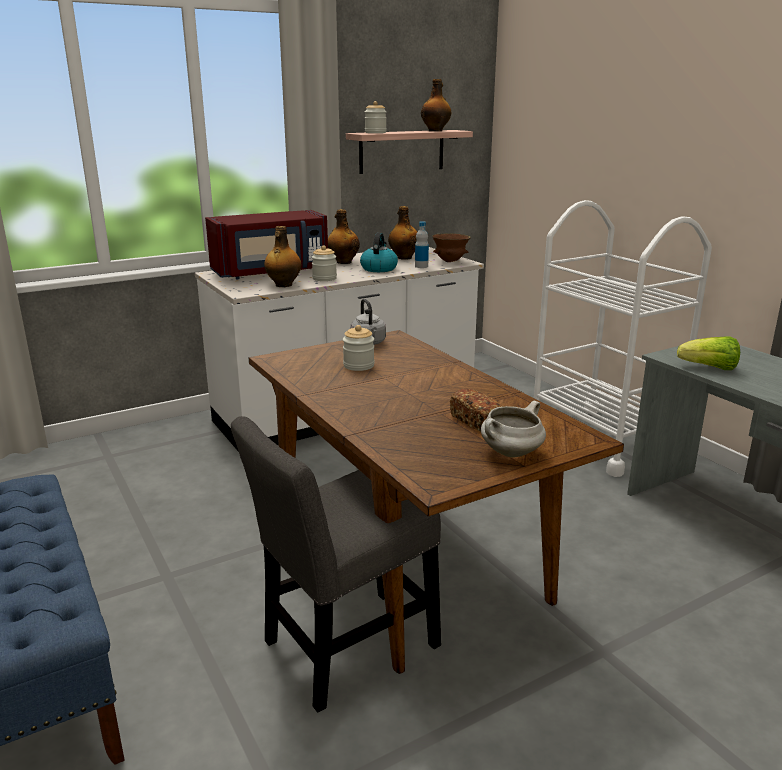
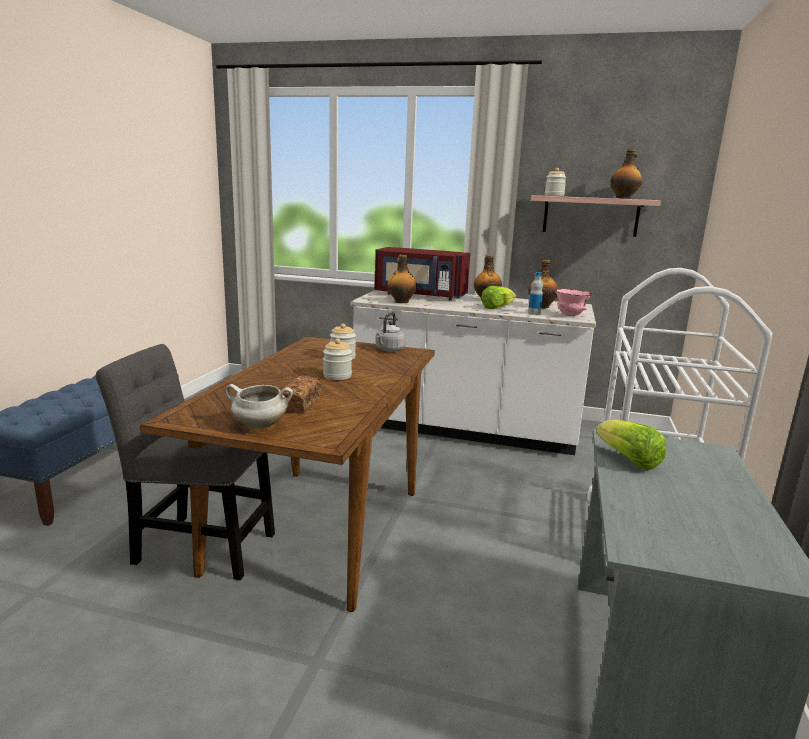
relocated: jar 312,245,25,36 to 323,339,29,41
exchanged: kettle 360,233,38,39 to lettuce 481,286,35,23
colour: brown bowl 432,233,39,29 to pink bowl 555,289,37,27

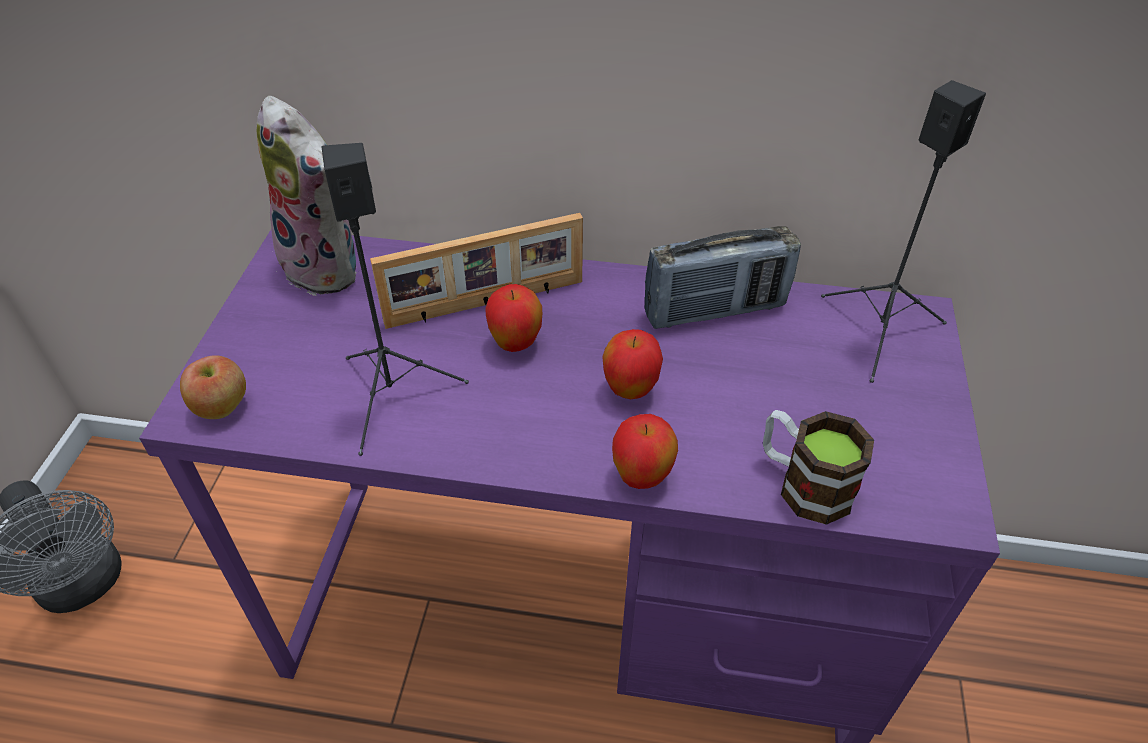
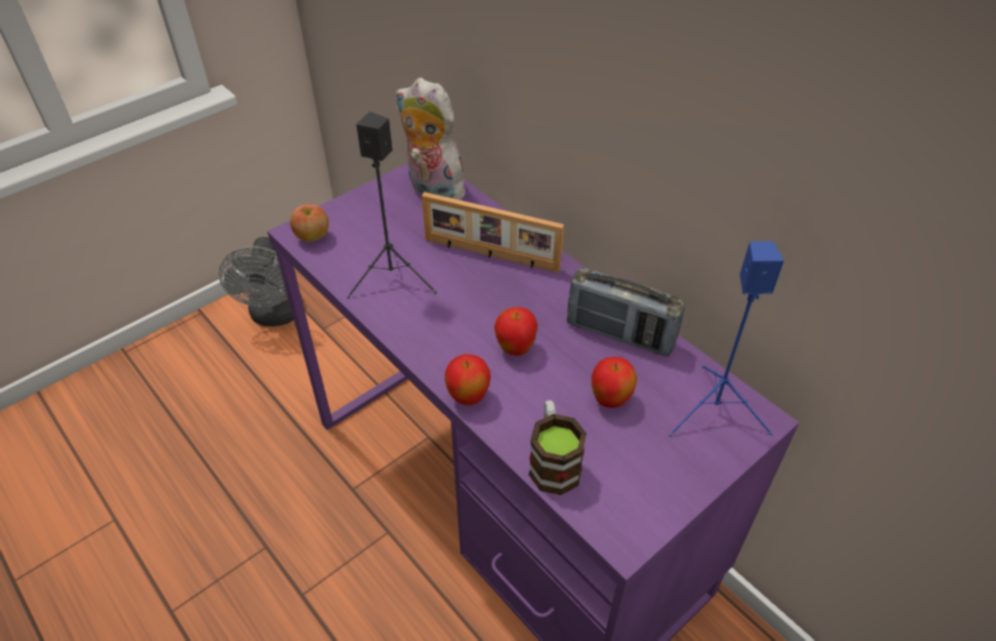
relocated: apple 486,284,56,68 to 591,357,46,51
colour: black speaker 821,80,165,303 to blue speaker 669,241,115,196
spun: plush toy 257,96,102,200 = 396,78,74,122 135 degrees clockwise

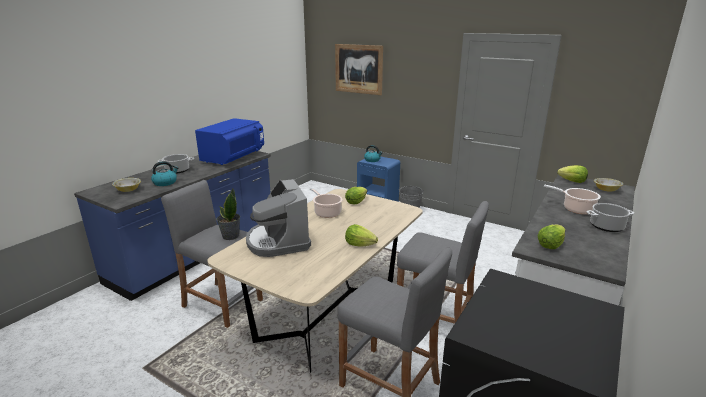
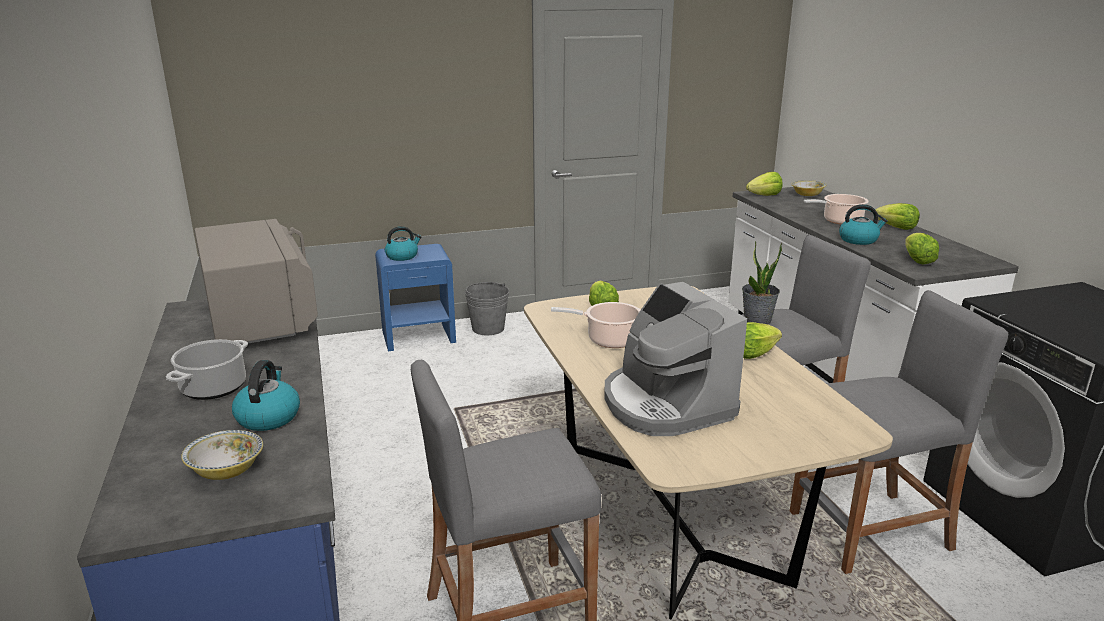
missing: picture 335,44,48,51
appeared: kettle 839,204,49,41
relocated: potted plant 216,189,24,51 to 742,241,40,83
exchanged: cooking pot 587,203,47,29 to lettuce 875,203,45,27
colour: blue microwave 195,118,69,47 to grey microwave 194,219,124,126
spun: coffee machine 246,179,65,78 = 604,282,143,154 45 degrees clockwise

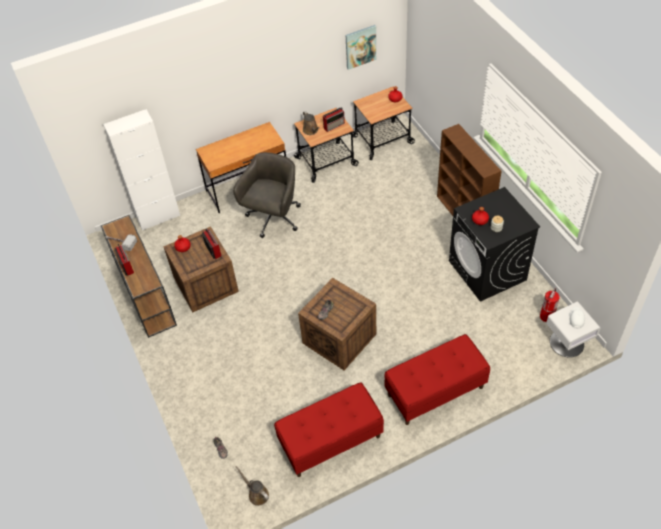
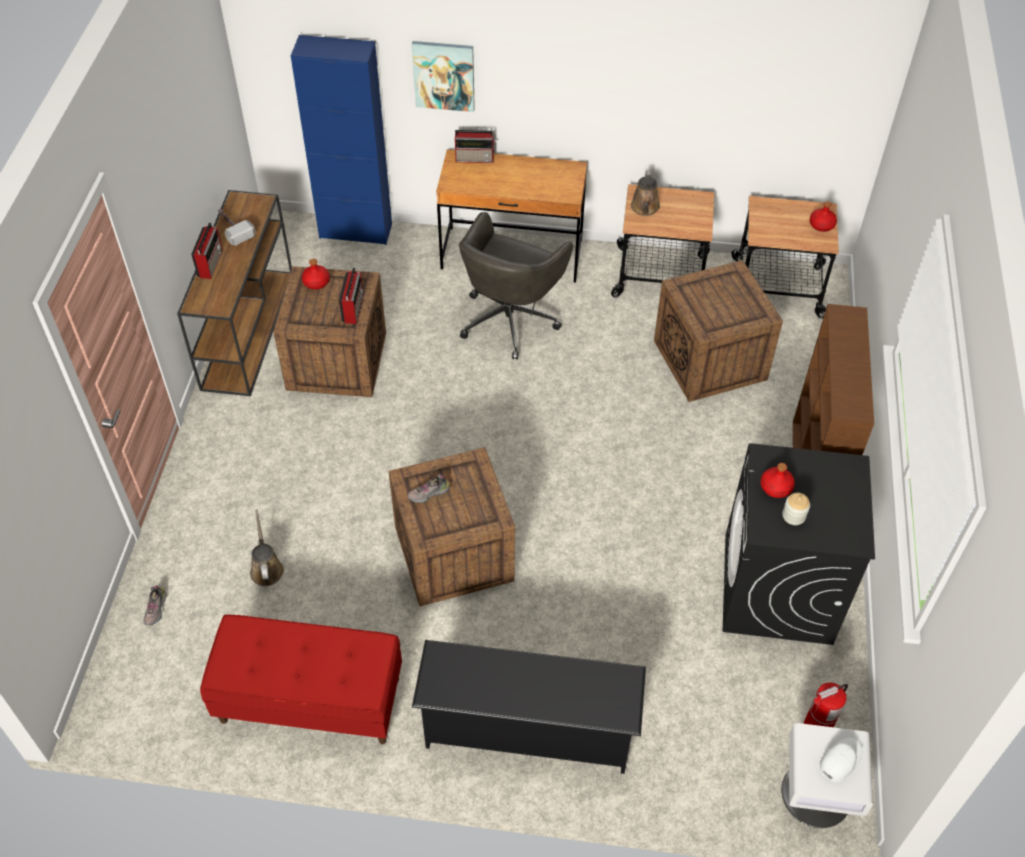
appeared: crate 654,260,129,142
relocated: brown watering can 236,466,33,40 to 250,509,34,77; picture 346,25,30,45 to 412,41,63,71; radio 323,107,22,25 to 455,130,41,33
exchanged: red bench 384,334,106,91 to black shoe rack 412,640,234,134
colour: white cabinet 103,109,77,122 to blue cabinet 291,35,101,210
spun: grey office chair 233,152,68,86 = 459,212,114,148 150 degrees clockwise

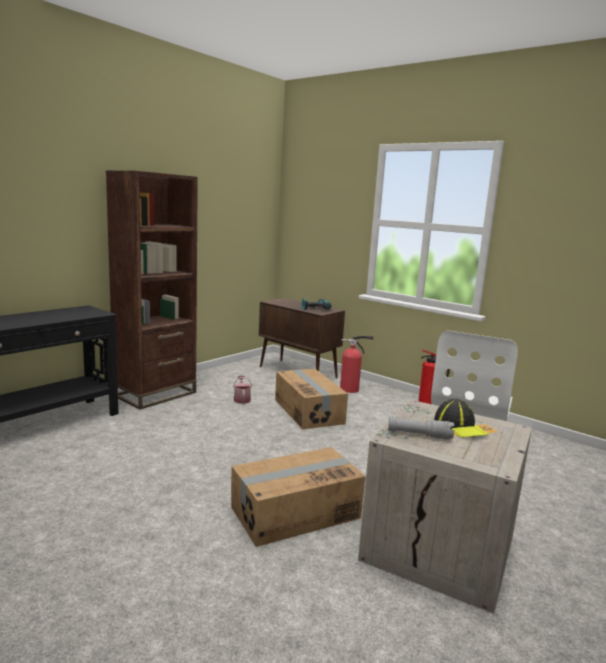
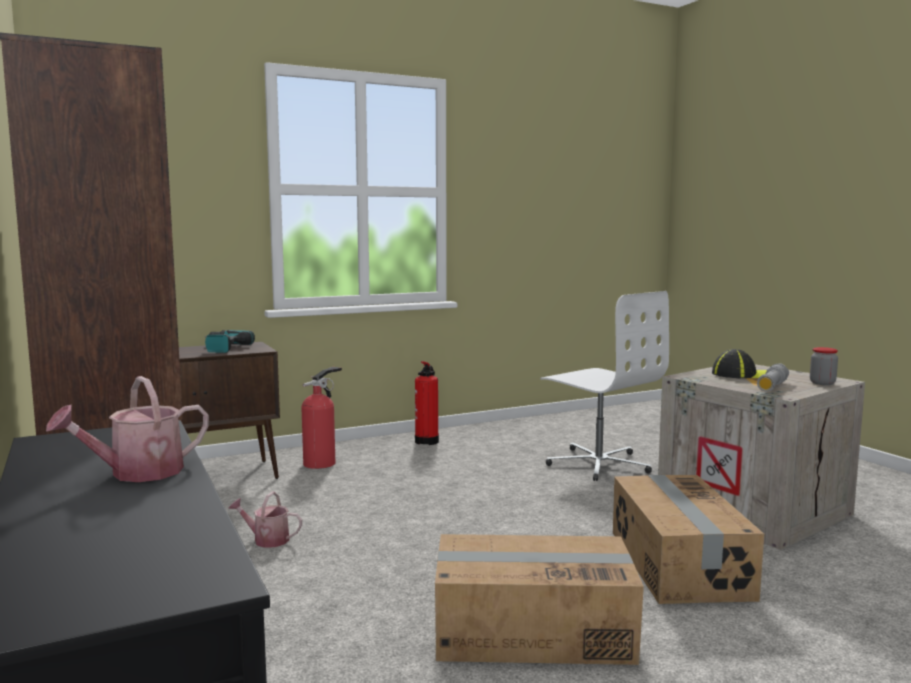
appeared: watering can 46,376,163,106; jar 810,347,28,38
relocated: cardboard box 275,369,73,60 to 435,534,209,131

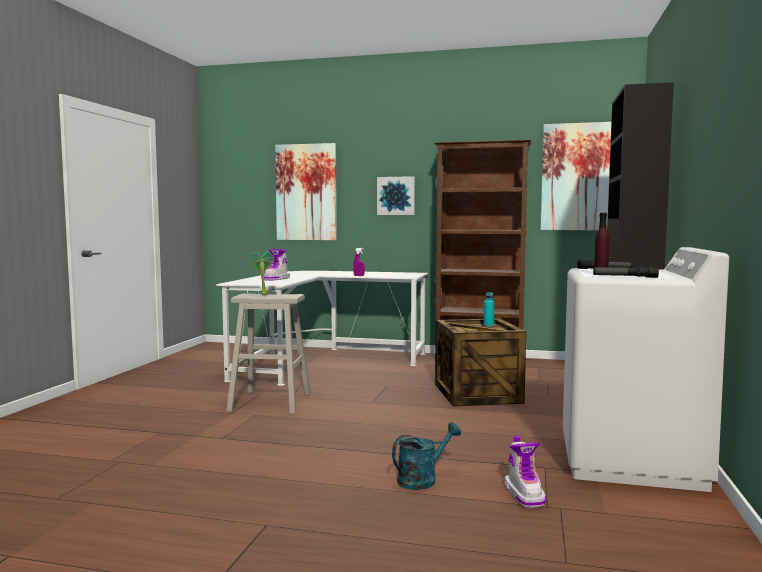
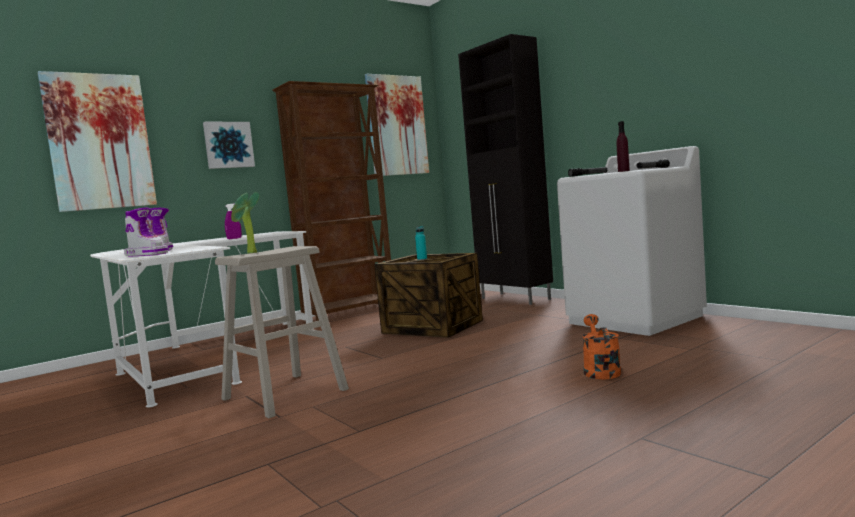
relocated: boot 505,435,41,73 to 124,208,45,48
colour: turquoise watering can 392,422,69,68 to orange watering can 582,314,39,65

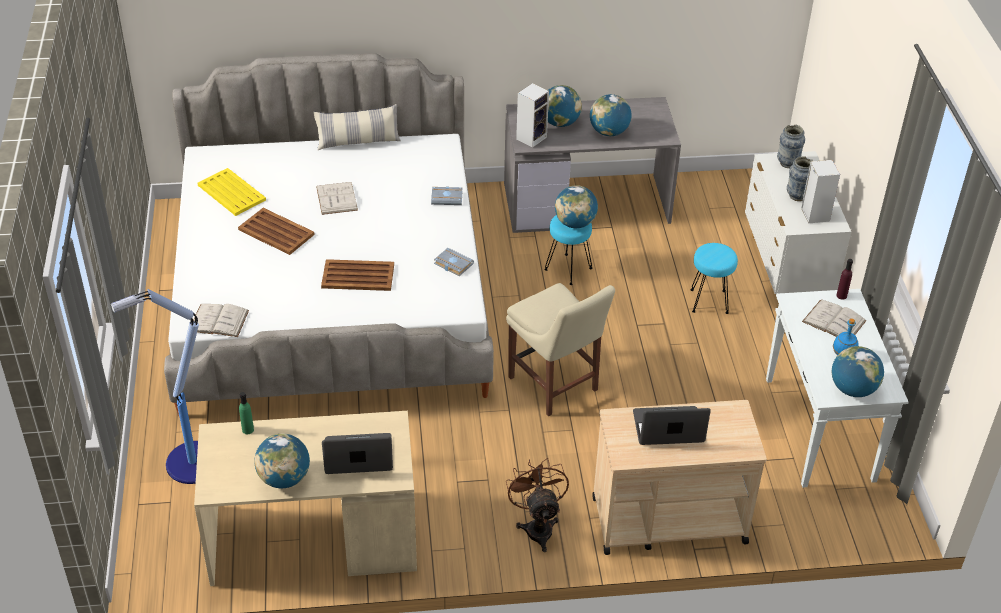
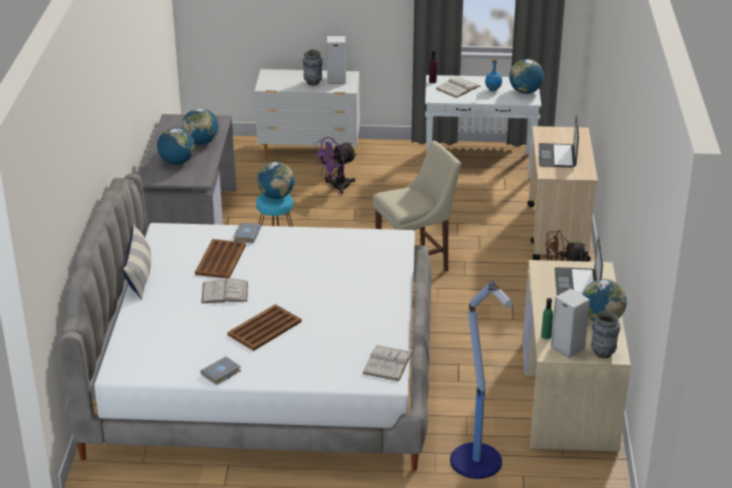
missing: yellow tray 197,168,69,48
relocated: brown tray 321,259,73,32 to 195,239,51,40; grey book 434,248,40,28 to 200,356,41,29; speaker 516,83,33,65 to 551,288,39,70; vase 777,125,28,43 to 591,311,29,47
exchanged: turquoise stool 691,243,47,71 to purple fan 313,137,43,57

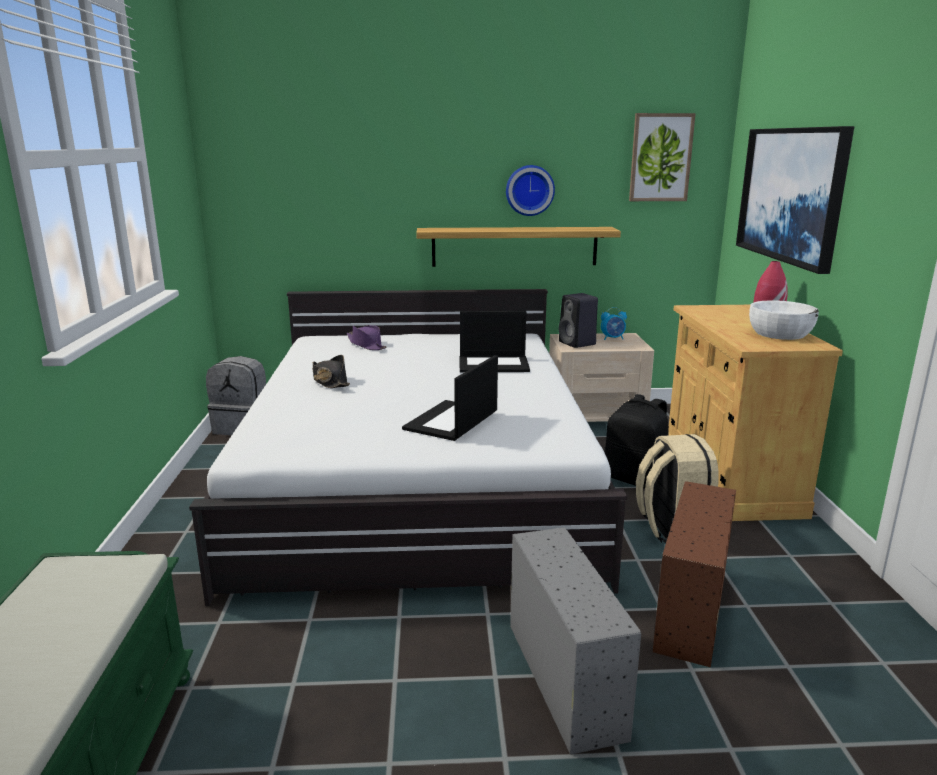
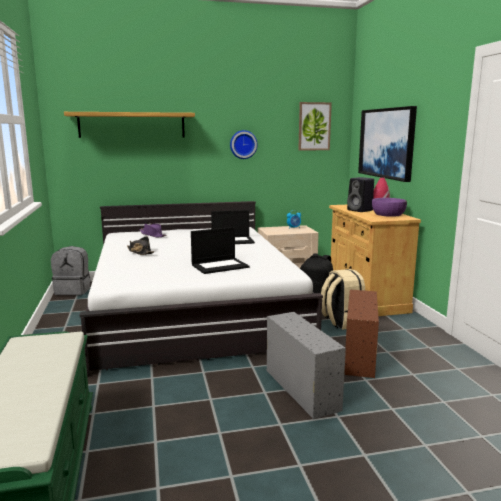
relocated: shelf 416,227,205,40 to 64,112,131,26; black speaker 559,293,39,55 to 347,177,27,35
colour: white bowl 749,300,70,40 to purple bowl 372,198,35,19
spun: laptop 402,355,96,86 = 191,227,59,47 135 degrees counterclockwise

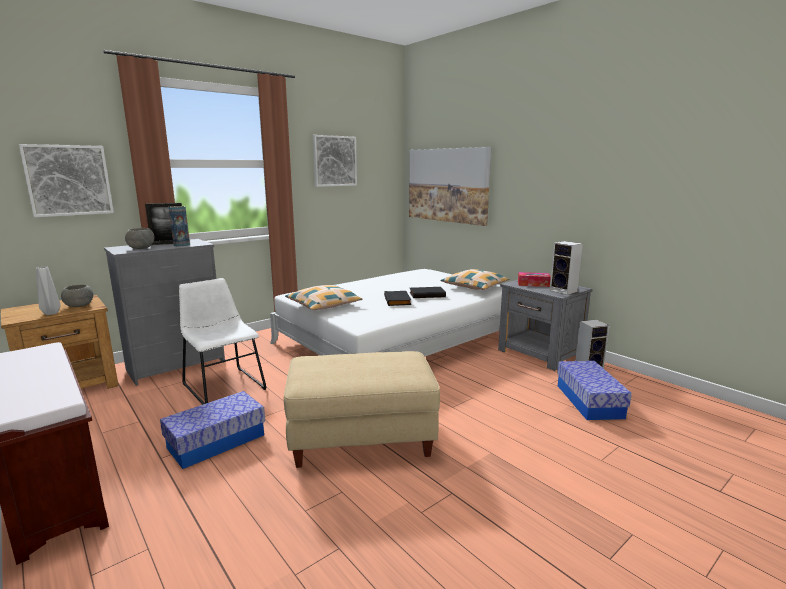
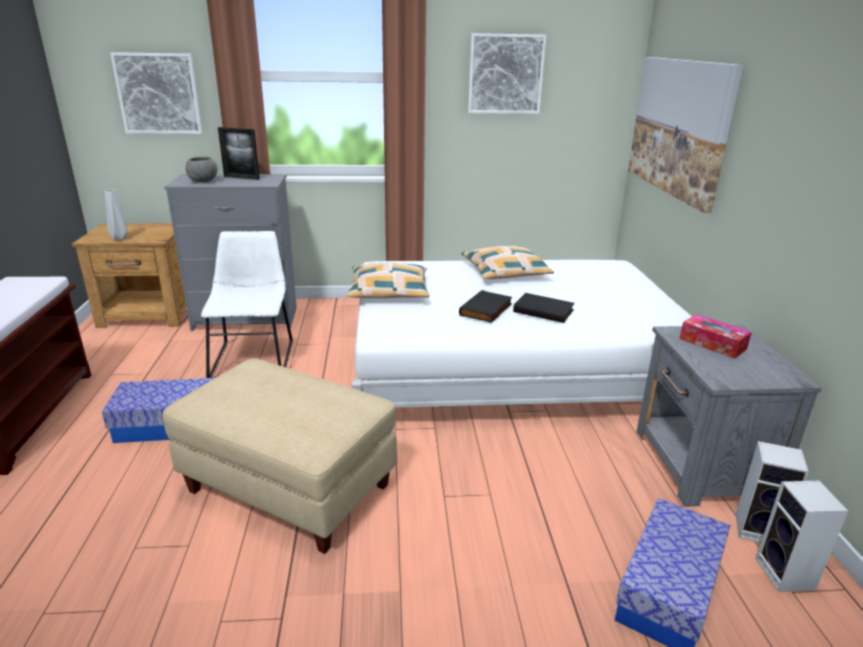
missing: grey bowl 61,285,32,22; vase 169,206,21,40
relocated: pillow 441,269,68,21 to 461,246,93,33; speaker 549,241,34,54 to 755,481,93,111

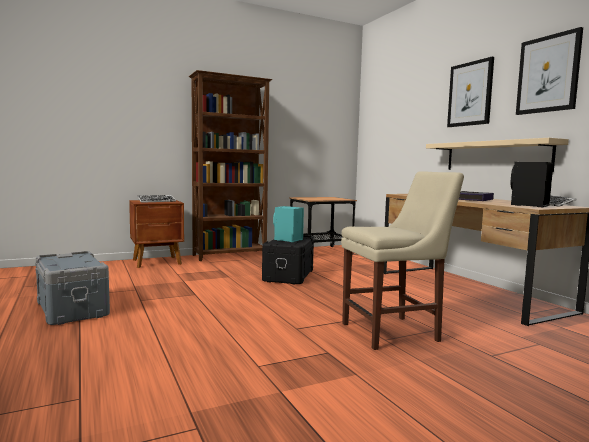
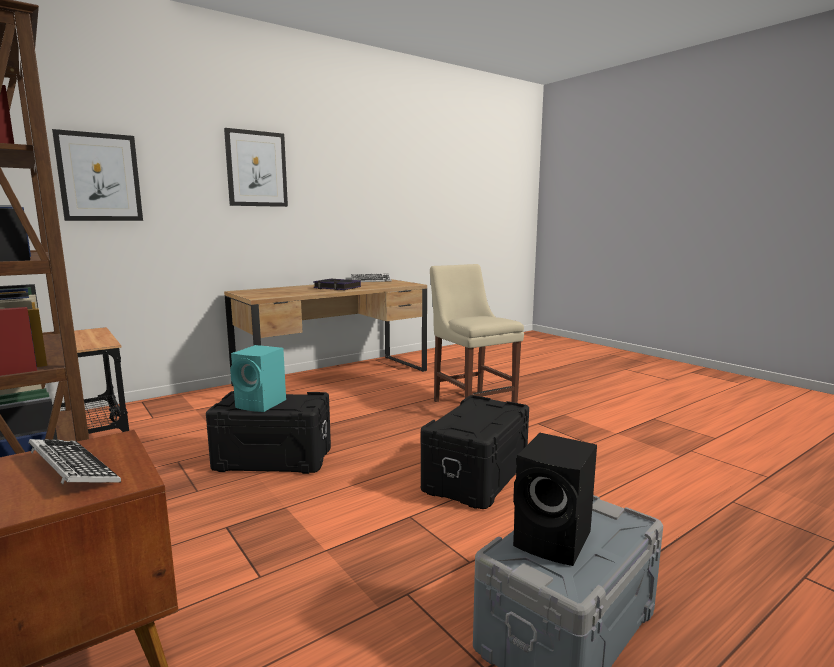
missing: beige shelf 426,138,143,34
appeared: black storage box 421,395,108,114
relocated: picture 516,27,67,88 to 52,129,91,92; black speaker 510,162,43,45 to 513,433,84,133

